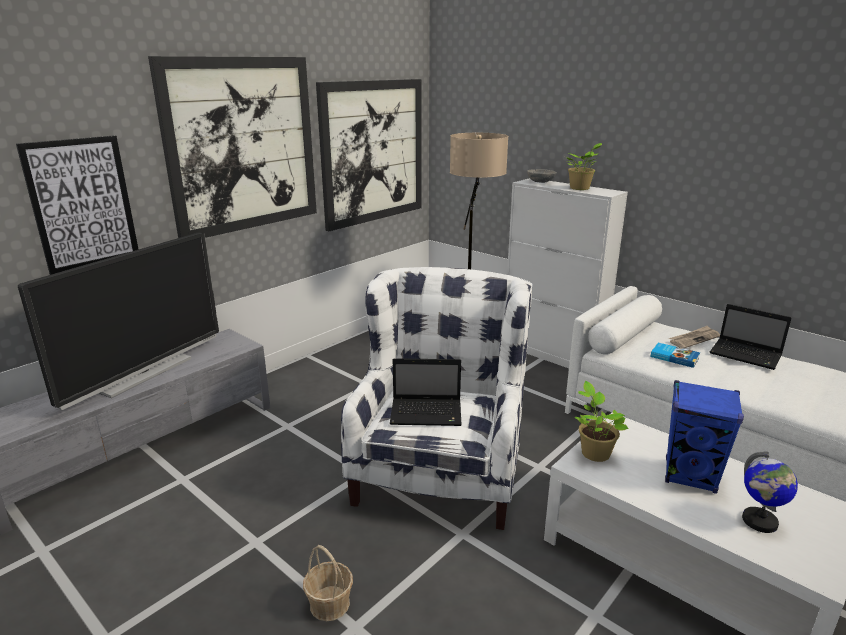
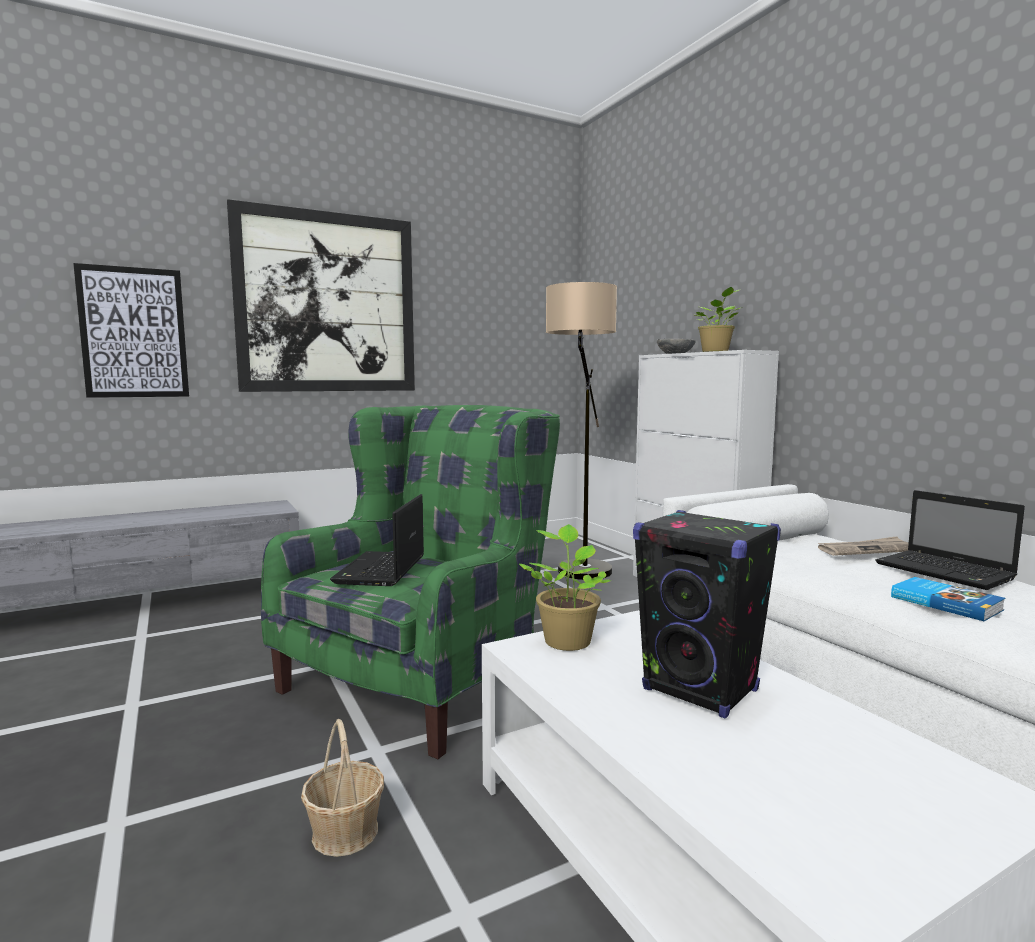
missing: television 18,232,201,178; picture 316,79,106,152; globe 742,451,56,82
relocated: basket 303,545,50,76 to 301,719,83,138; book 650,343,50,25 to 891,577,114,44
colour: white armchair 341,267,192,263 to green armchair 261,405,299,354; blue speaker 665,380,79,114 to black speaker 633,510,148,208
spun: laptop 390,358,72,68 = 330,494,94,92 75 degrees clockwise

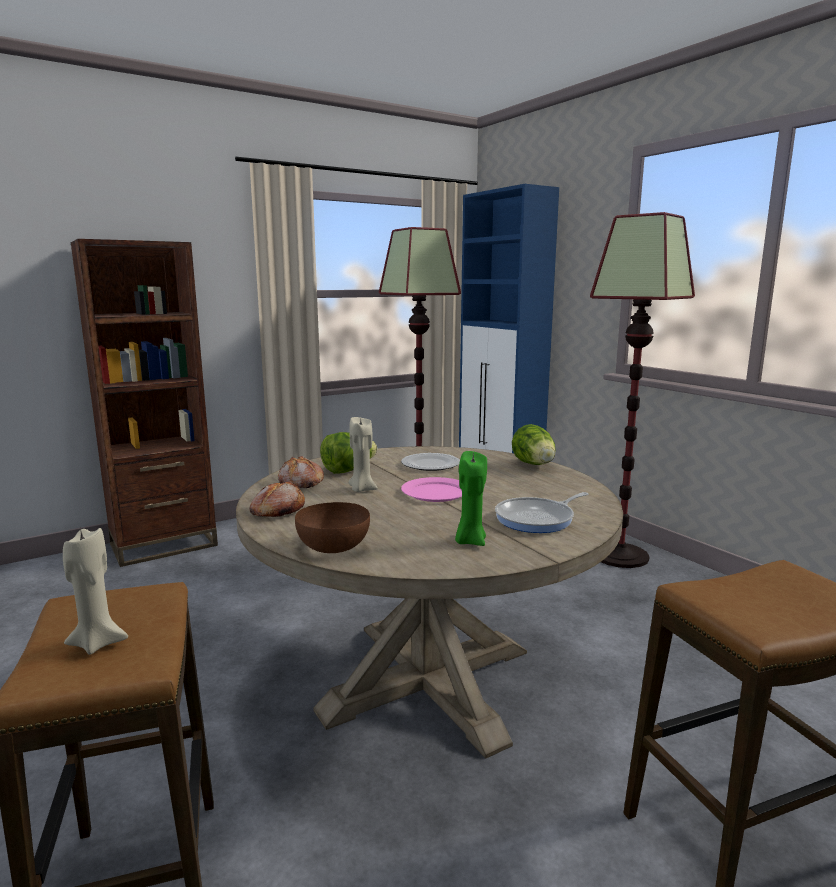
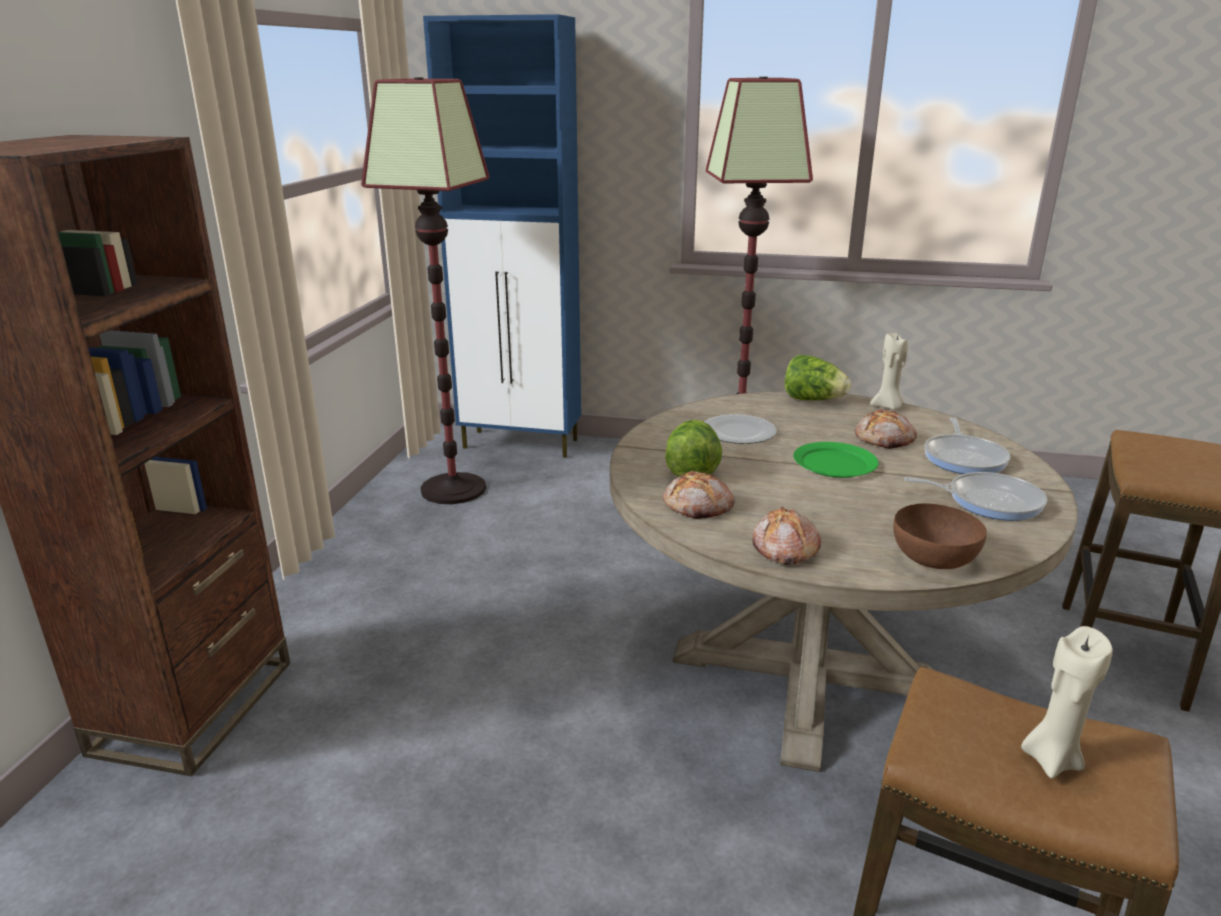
appeared: bread 855,409,62,40
relocated: beige candle 348,417,30,75 to 870,333,38,77
exchanged: green candle 455,451,32,95 to frying pan 904,472,143,49
colour: pink plate 401,477,61,25 to green plate 793,442,86,36

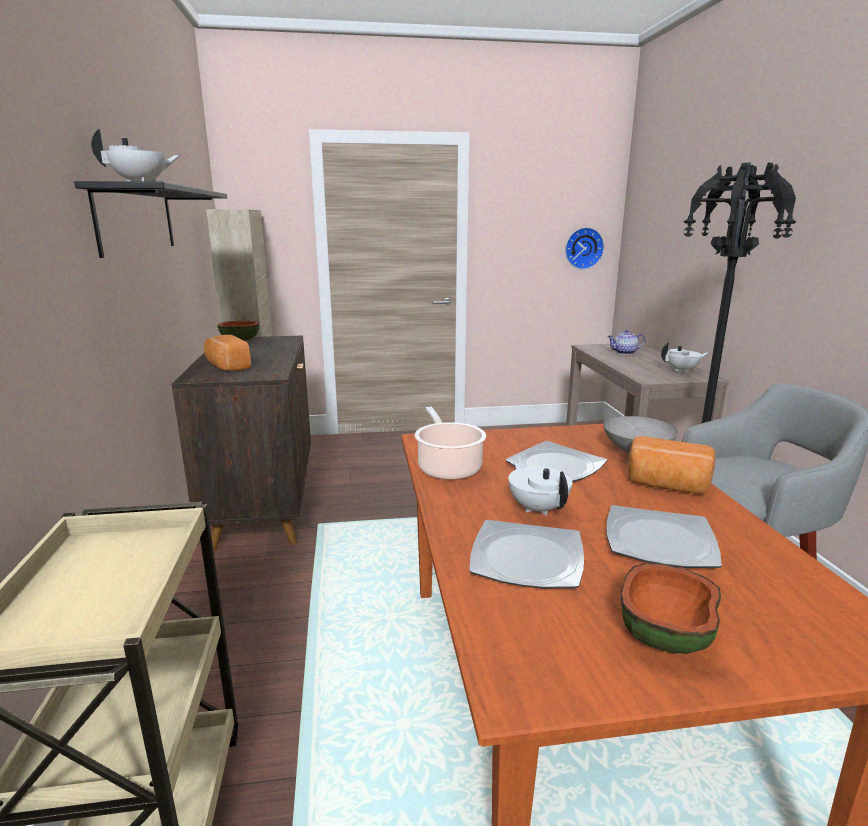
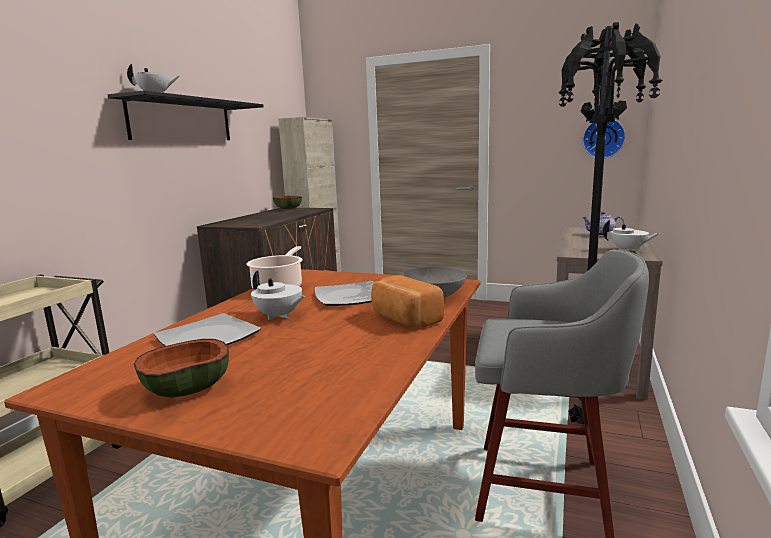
missing: bread 204,335,47,36; plate 606,505,116,63
spun: white teapot 508,461,64,55 = 251,271,54,49 120 degrees clockwise

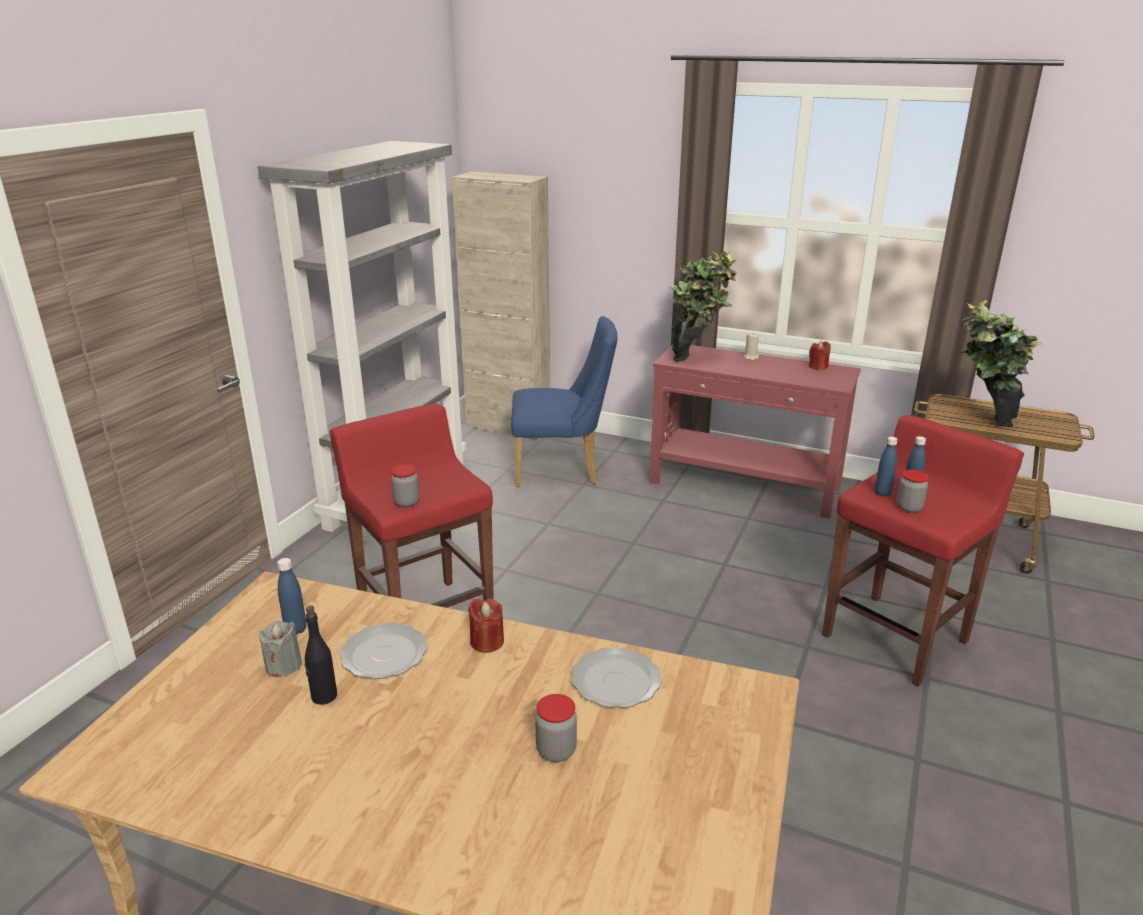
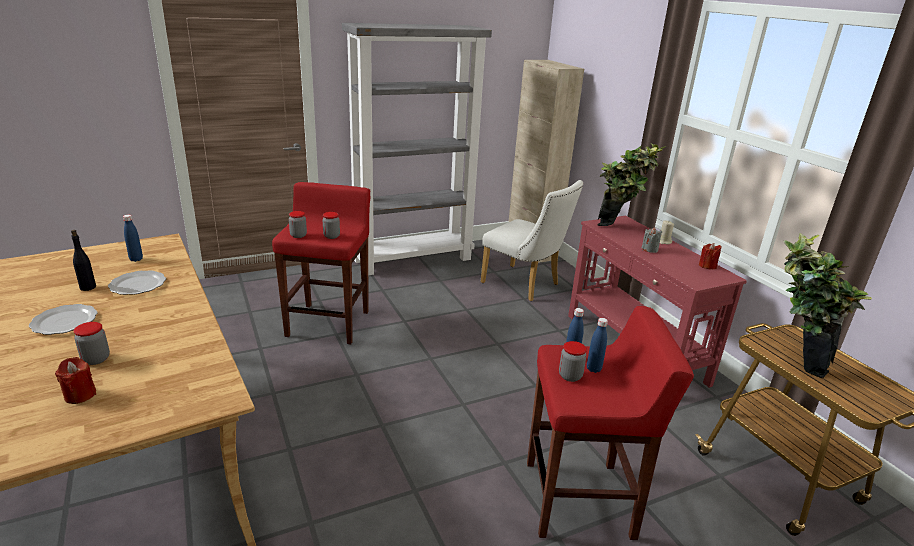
appeared: jar 323,212,17,27
relocated: plate 571,647,90,61 to 29,304,69,31; red candle 468,599,36,54 to 55,357,41,47; grey candle 259,621,43,56 to 642,227,20,26
colour: blue chair 511,316,107,171 to white chair 480,180,103,121

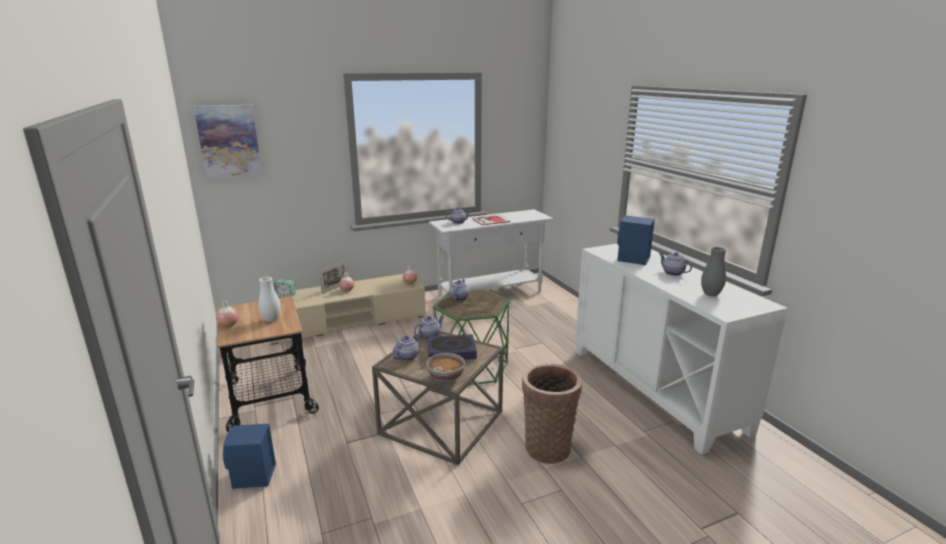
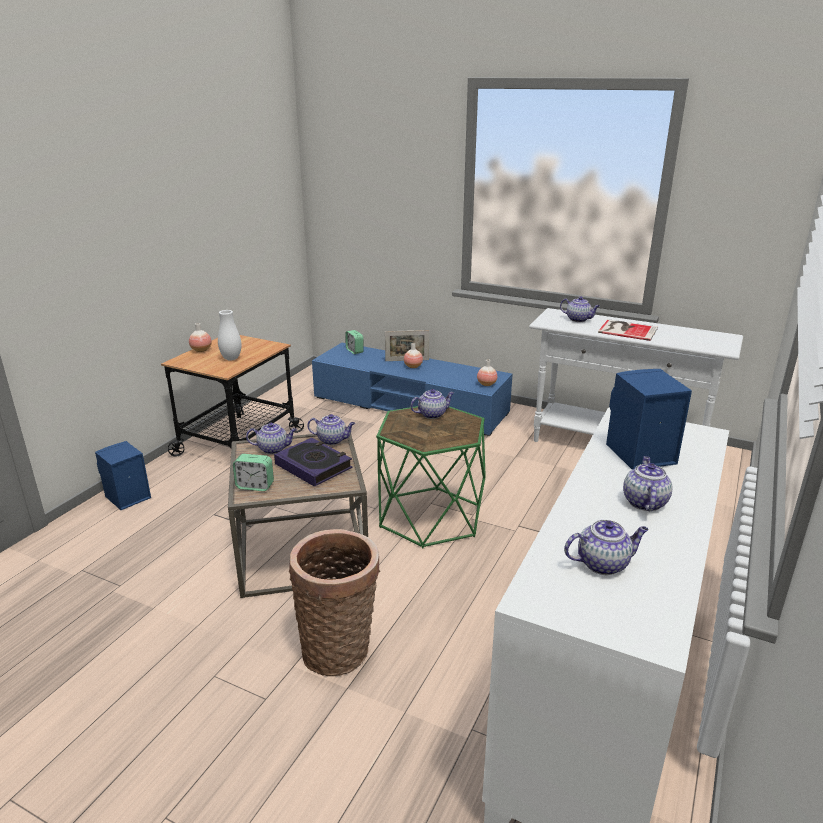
missing: picture 194,105,68,74
exchanged: bowl 426,353,39,29 to alarm clock 233,454,41,37; grey vase 701,247,25,49 to teapot 564,520,85,55
colour: beige tv stand 270,274,156,71 to blue tv stand 312,343,201,93

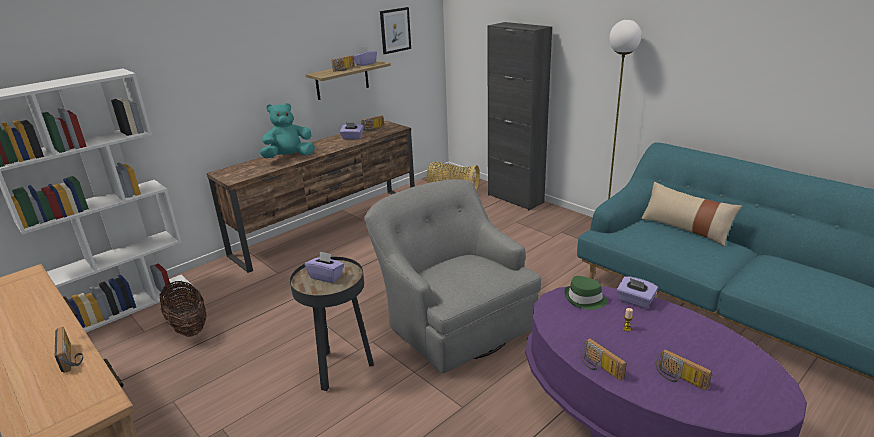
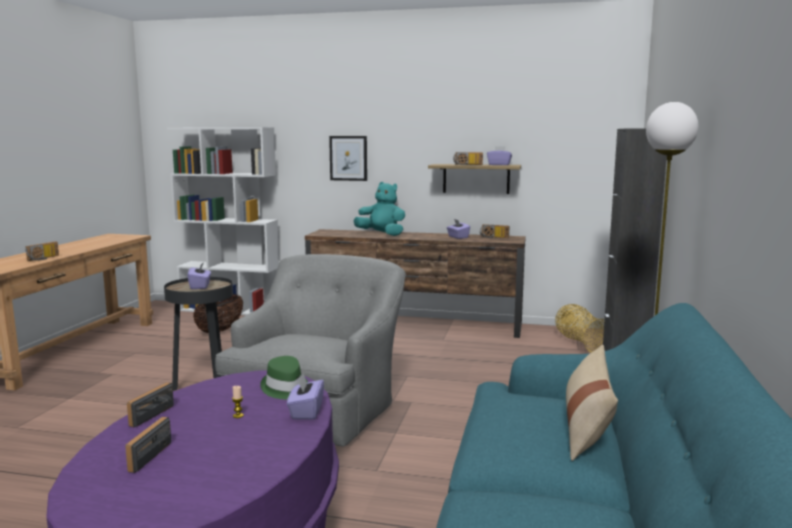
relocated: picture 380,7,31,47 to 329,136,38,45

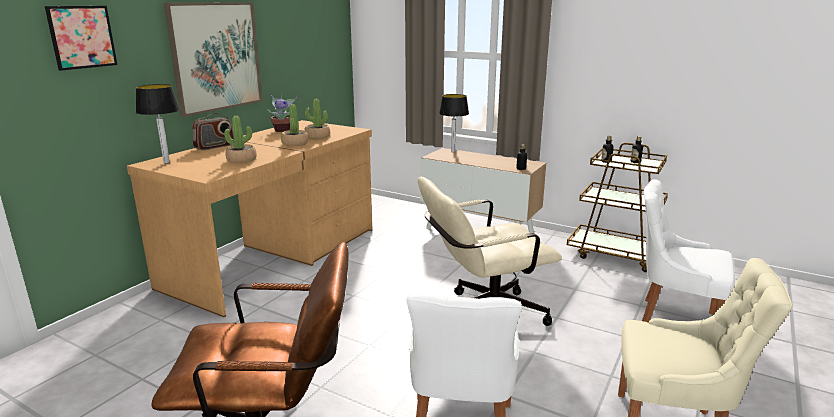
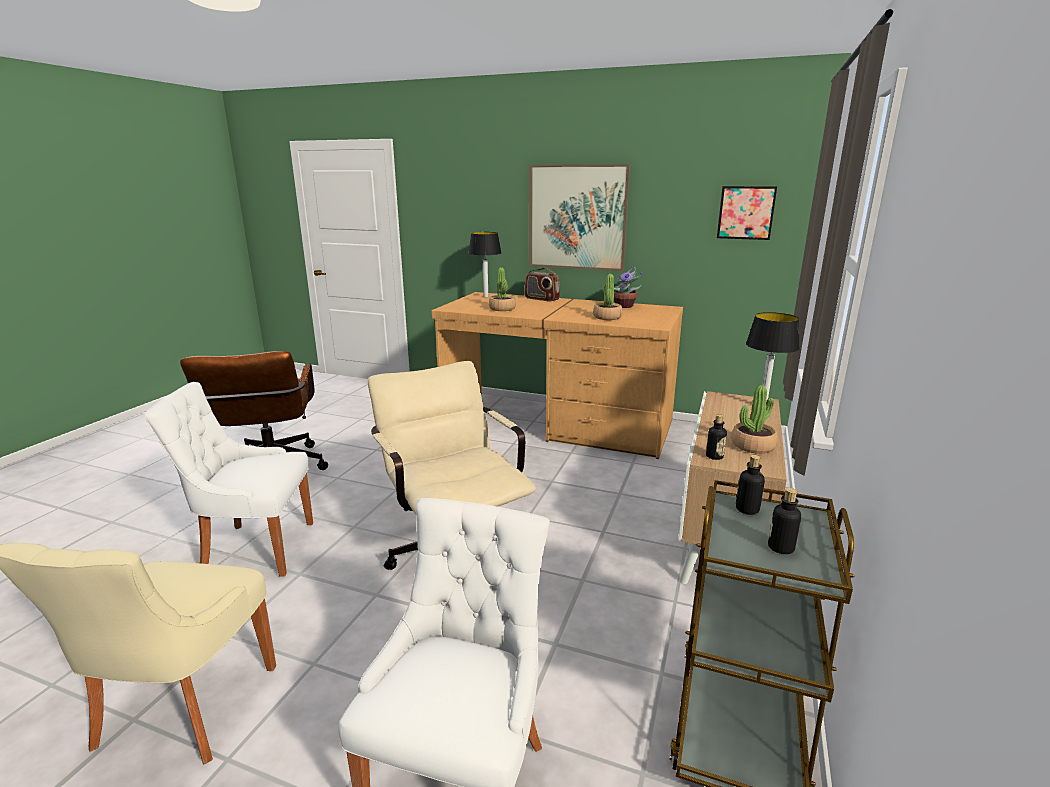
relocated: picture 45,6,72,65 to 717,186,60,54; potted plant 281,104,27,42 to 731,385,47,69

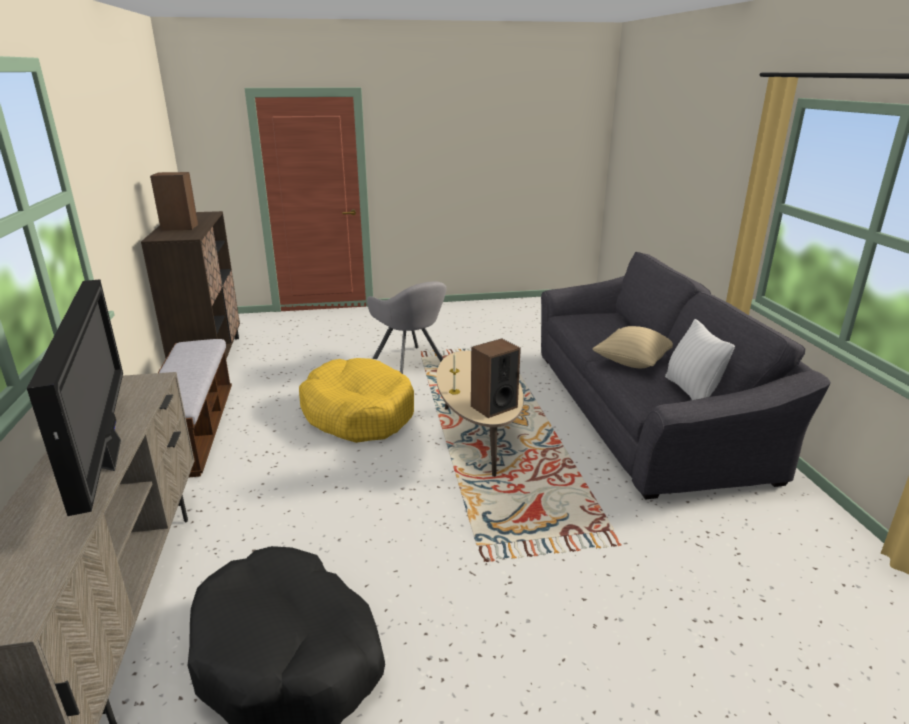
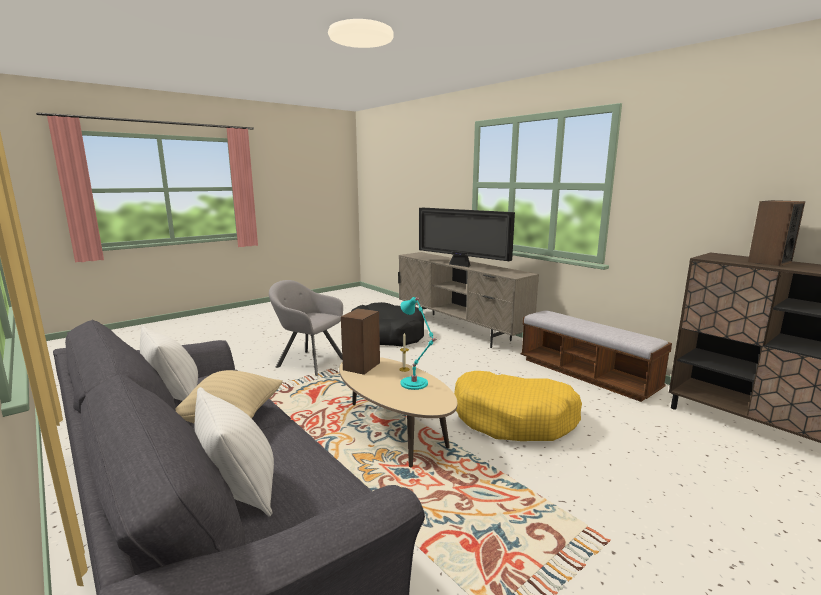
appeared: white pillow 195,387,79,130; turquoise table lamp 400,297,37,93
relocated: grey armchair 367,281,80,93 to 269,280,74,96

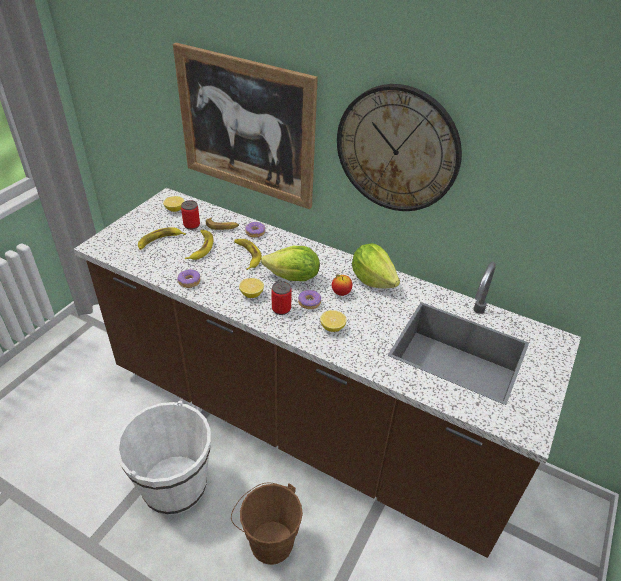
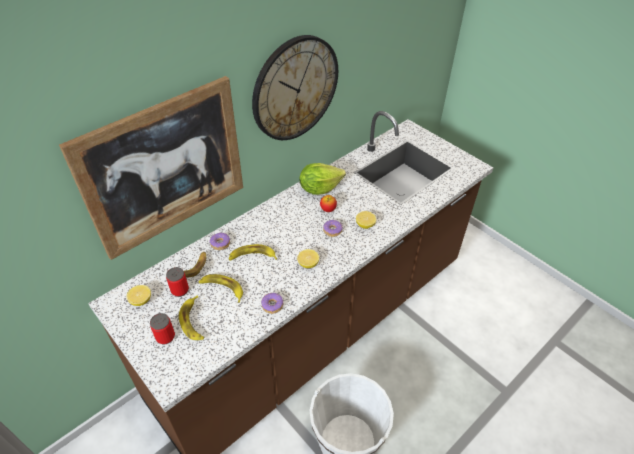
missing: brown bucket 231,482,72,83; lettuce 261,246,59,35
relocated: can 271,281,21,34 to 150,313,25,31

